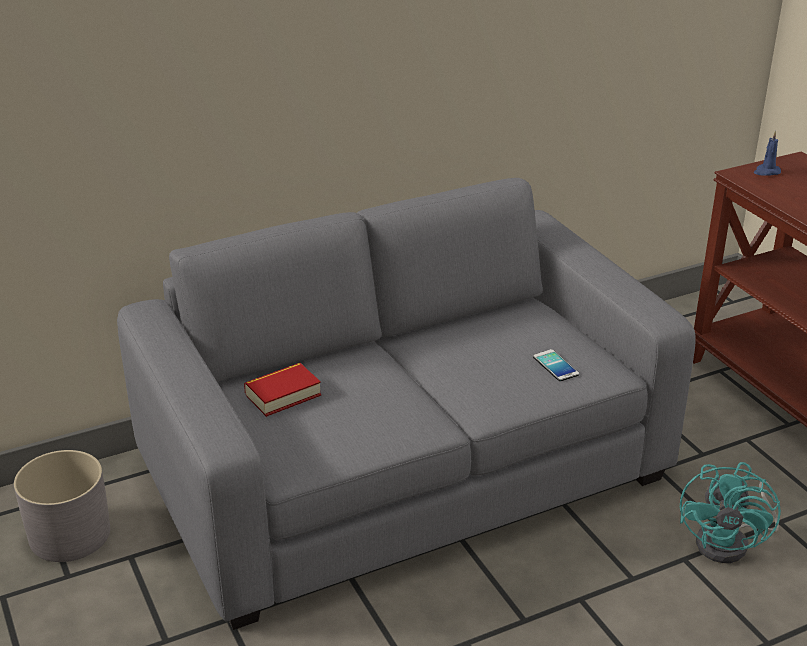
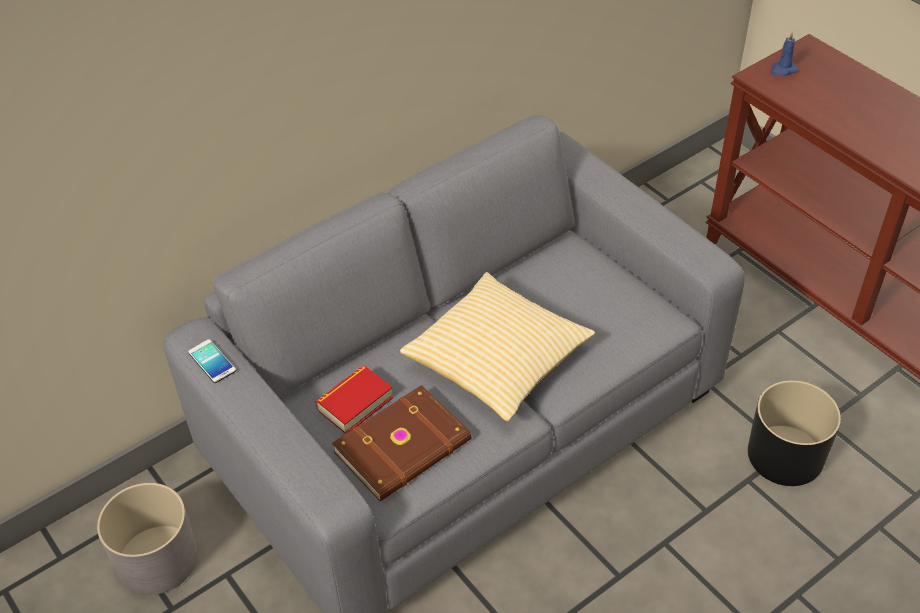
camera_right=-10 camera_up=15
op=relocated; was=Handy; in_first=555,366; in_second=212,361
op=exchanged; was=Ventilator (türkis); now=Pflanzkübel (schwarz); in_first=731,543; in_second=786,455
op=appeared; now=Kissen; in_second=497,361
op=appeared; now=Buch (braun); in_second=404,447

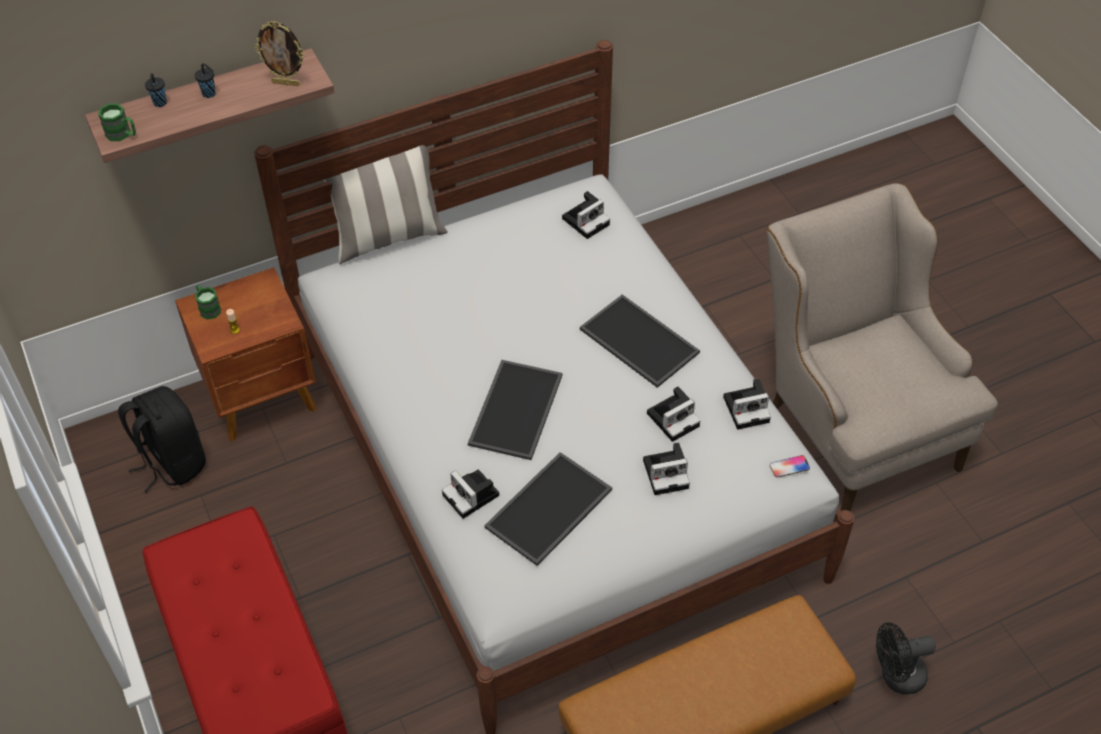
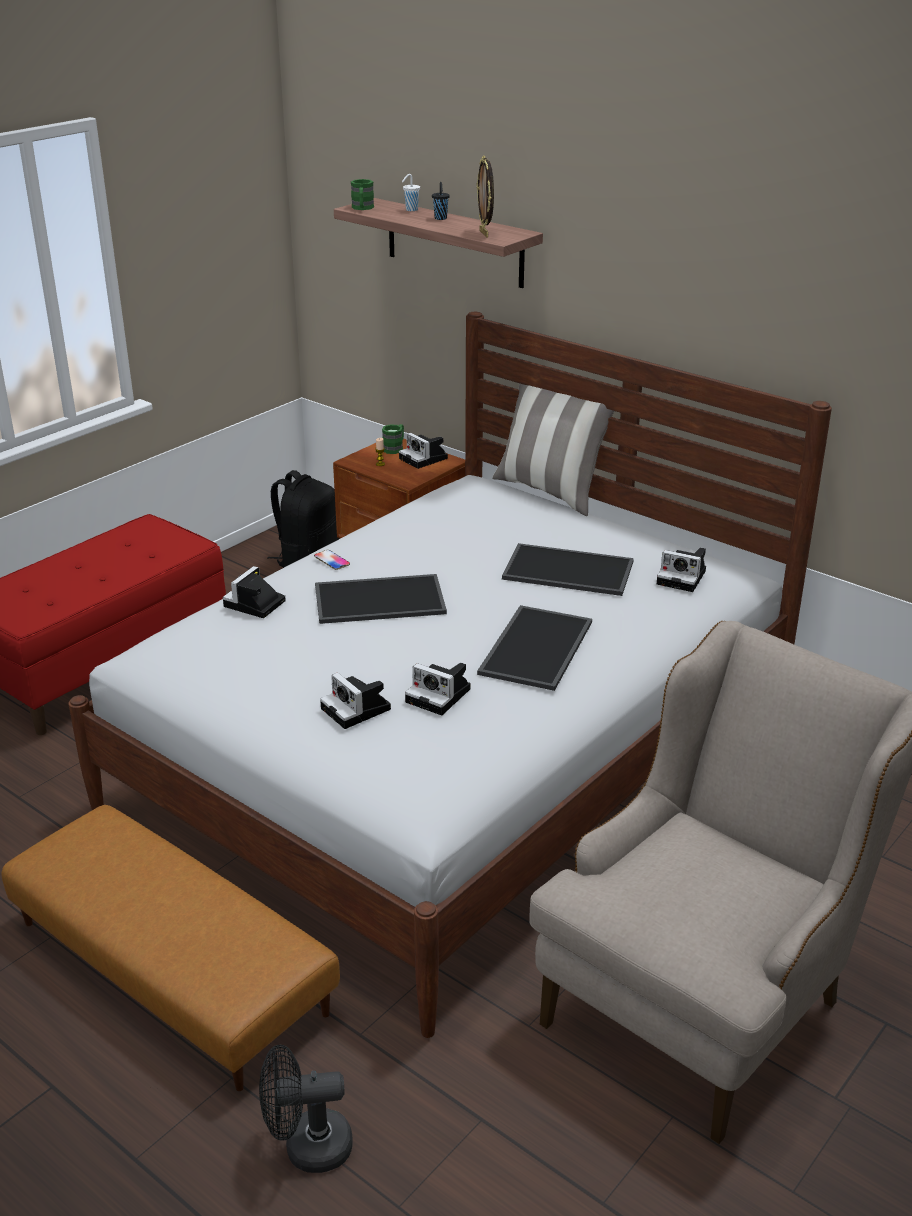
camera_right=65 camera_up=-20
op=colour; was=Tasse (schwarz); now=Tasse (weiß); in_first=160,103; in_second=411,210
op=relocated; was=Kamera; in_first=747,408; in_second=425,459
op=relocated; was=Tablett; in_first=549,510; in_second=566,571
op=relocated; was=Handy; in_first=789,467; in_second=332,560
op=spun; was=Ventilator (schwarz); in_first=896,677; in_second=307,1147; clockwise=-60

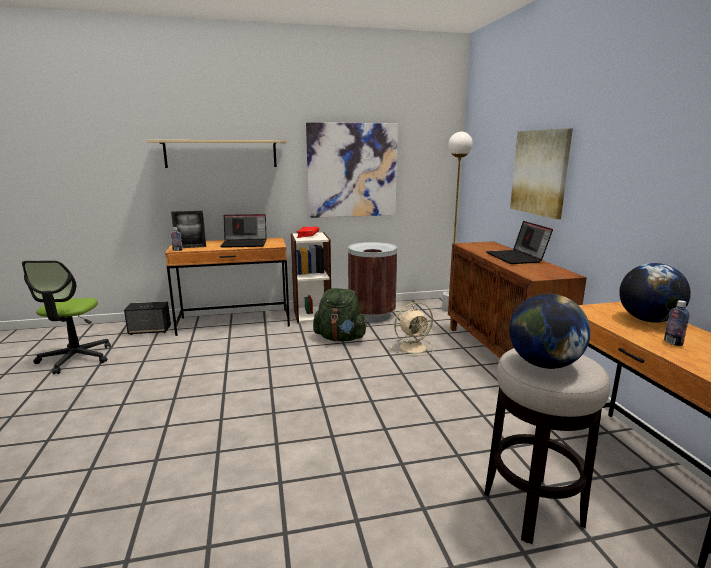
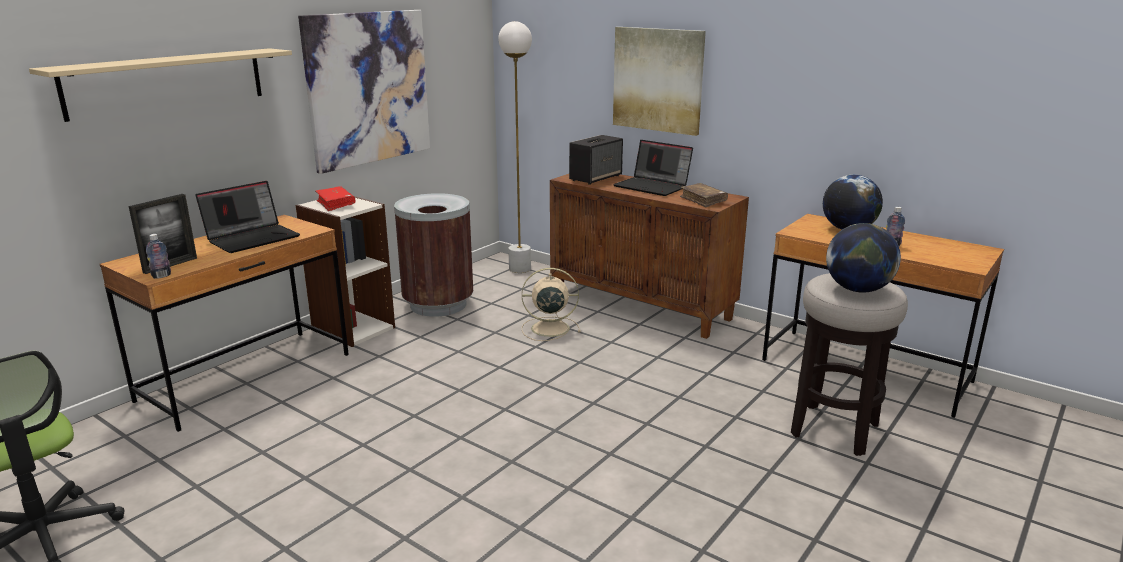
camera_right=-40 camera_up=5
op=missing; was=Rucksack (grün); in_first=340,338
op=relocated; was=Lautsprecher; in_first=150,330; in_second=596,178
op=spun; was=Ventilator (beige); in_first=414,347; in_second=548,328; clockwise=-120
op=appeared; now=Buch (braun); in_second=703,200

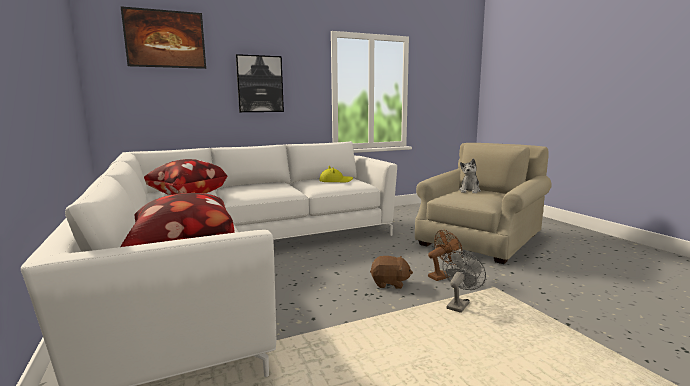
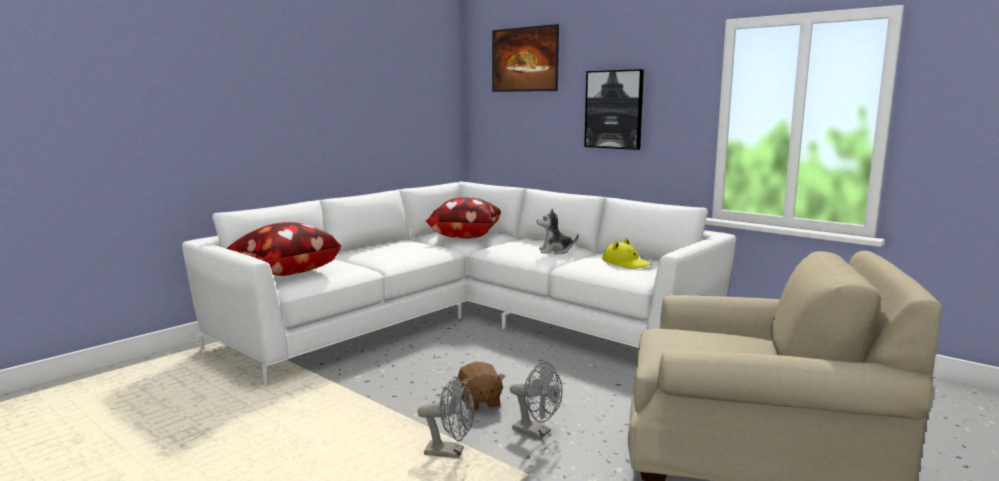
camera_right=65 camera_up=0
op=relocated; was=Plüschtier; in_first=470,191; in_second=555,251
op=colour; was=Ventilator (braun); now=Ventilator (grau); in_first=443,276; in_second=537,432

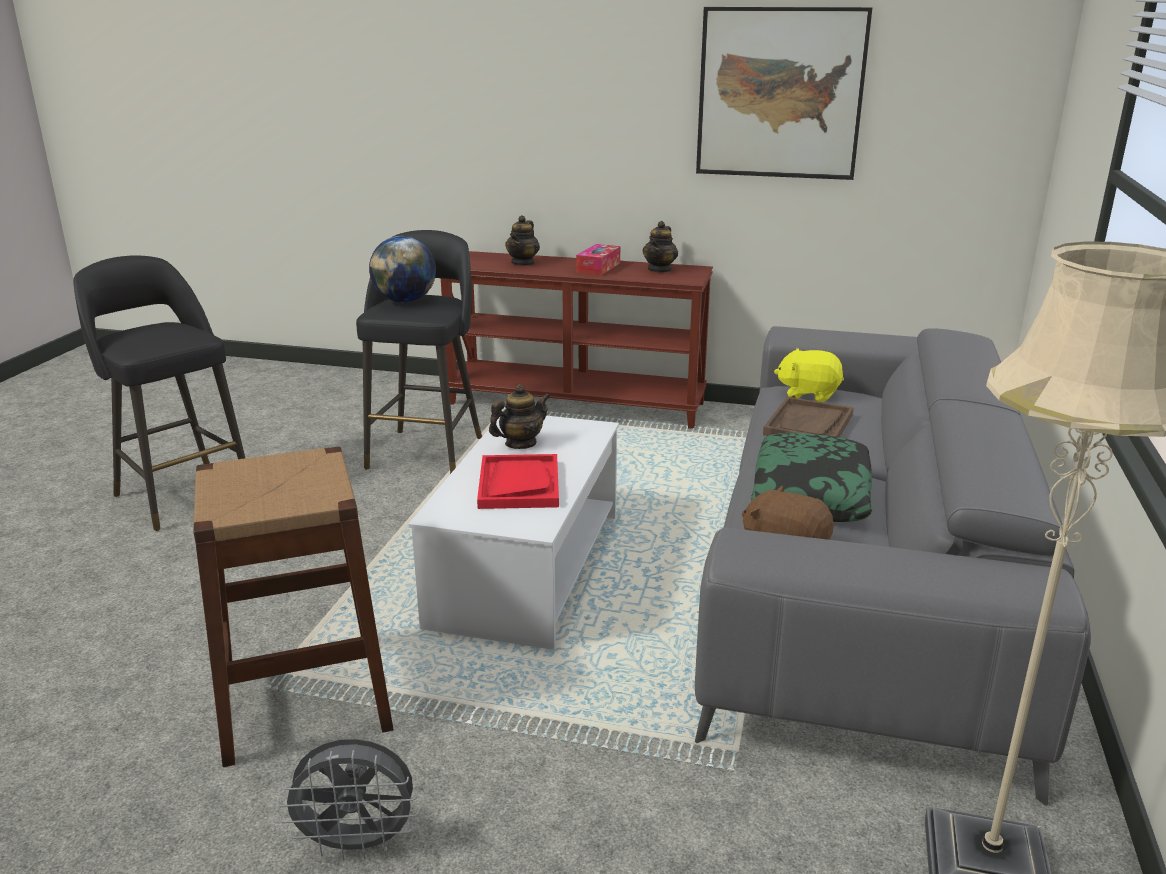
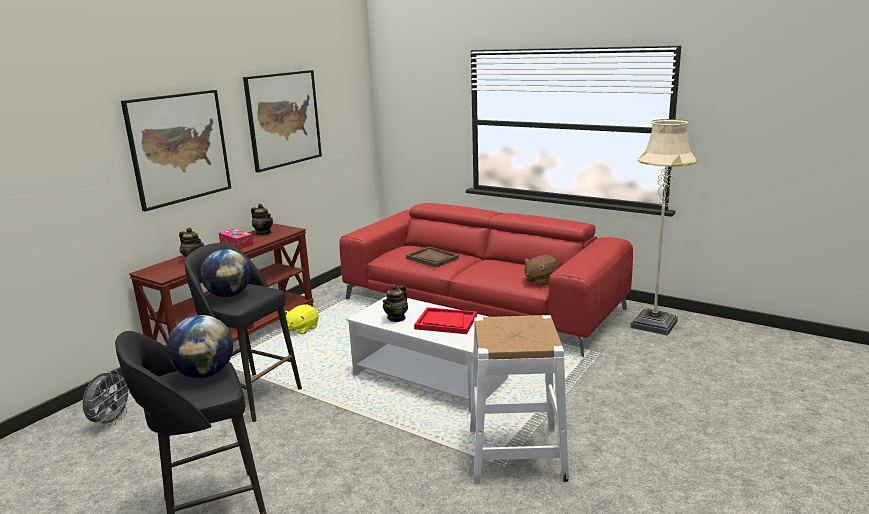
camera_right=-70 camera_up=-5
op=colour; was=Sofa (grau); now=Sofa (rot); in_first=863,570; in_second=481,304
op=relocated; was=Plüschtier (gelb); in_first=808,393; in_second=302,329
op=spun; was=Teekanne; in_first=520,444; in_second=396,318; clockwise=-135
op=missing; was=Kissen; in_first=811,492
op=colour; was=Hocker (braun); now=Hocker (weiß); in_first=304,696; in_second=516,453
op=relocated; was=Ventilator (grau); in_first=358,844; in_second=111,421
op=appeared; now=Bild; in_second=179,148
op=appeared; now=Globus; in_second=205,374

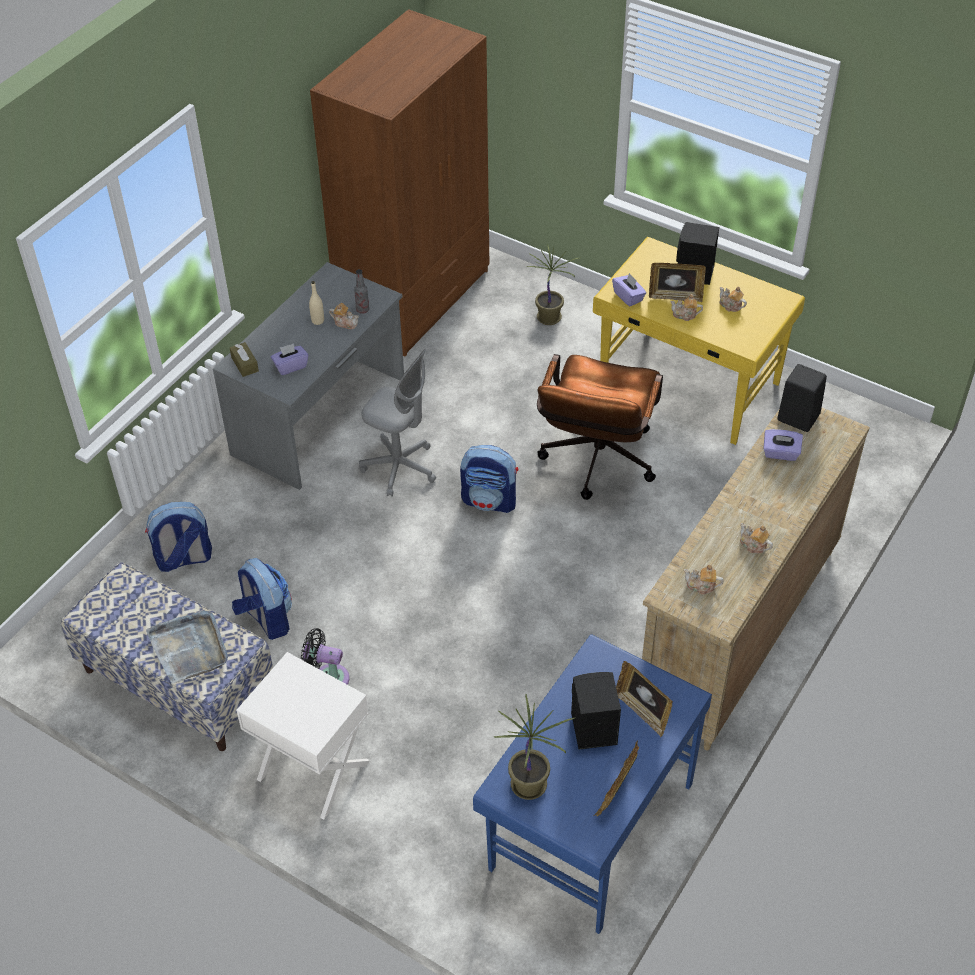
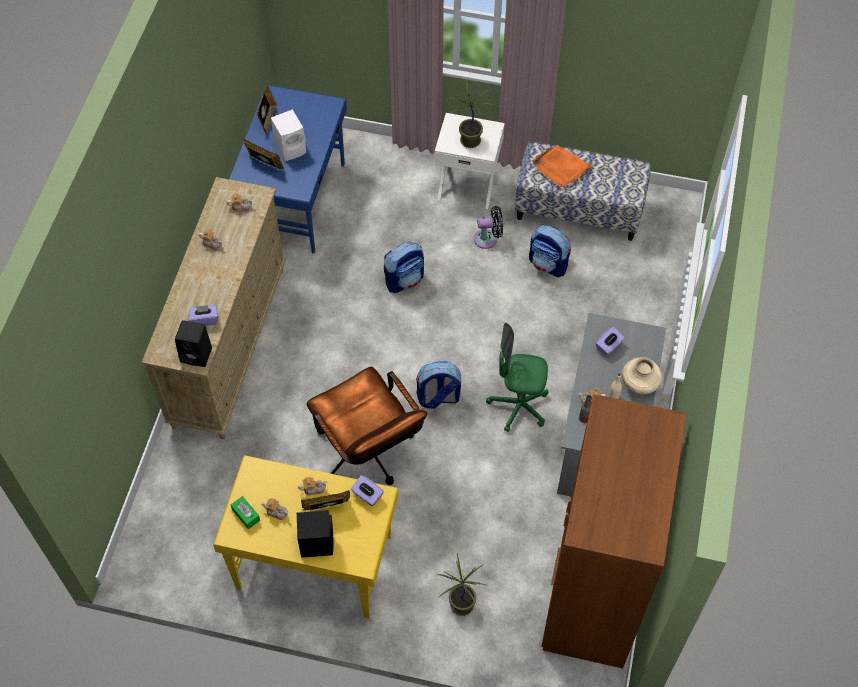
camera_right=160 camera_up=10
op=missing; was=Taschentuchbox (braun); in_first=245,364
op=colour; was=Bürostuhl (grau); now=Bürostuhl (grün); in_first=399,467; in_second=518,406
op=spun; was=Bürostuhl (braun); in_first=596,464; in_second=369,454; clockwise=150
op=relocated; was=Rucksack; in_first=183,559; in_second=405,280
op=colour; was=Tablett (grau); now=Tablett (orange); in_first=189,648; in_second=560,167
op=colour; was=Lautsprecher (schwarz); now=Lautsprecher (weiß); in_first=592,728; in_second=291,148
op=relocated; was=Topfpflanze; in_first=530,785; in_second=469,141
op=appeared; now=Vase (beige); in_second=640,384
op=appeared; now=Taschentuchbox (grün); in_second=246,515

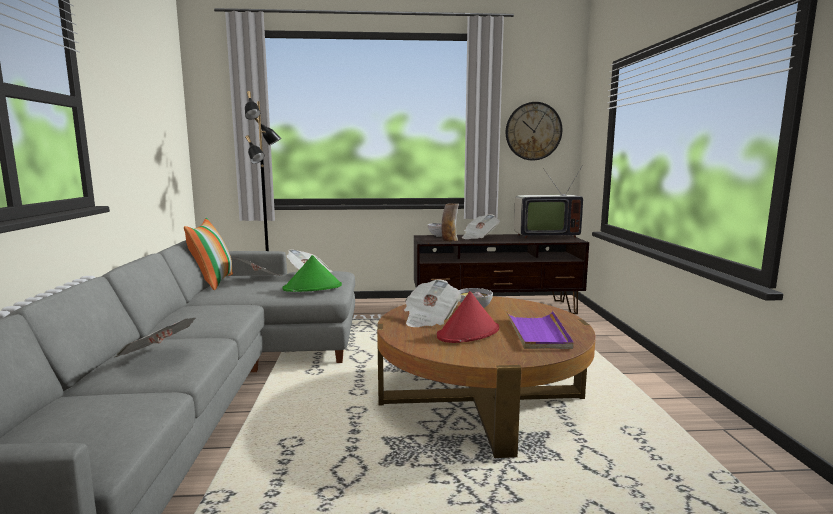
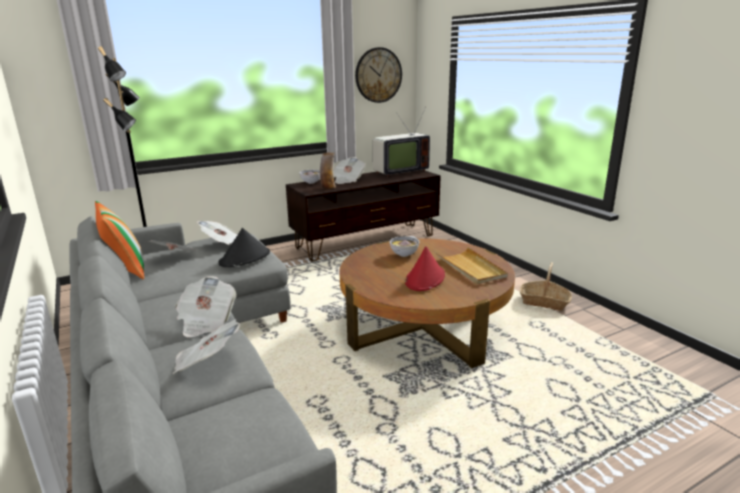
camera_right=-25 camera_up=10
op=colour; was=Hut (grün); now=Hut (schwarz); in_first=313,287; in_second=245,258
op=relocated; was=Zeitung; in_first=429,319; in_second=206,321
op=colour; was=Tablett (lila); now=Tablett (beige); in_first=538,333; in_second=471,268
op=appeared; now=Korb; in_second=544,302

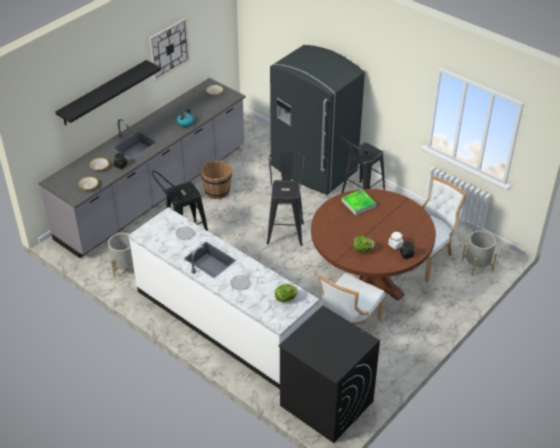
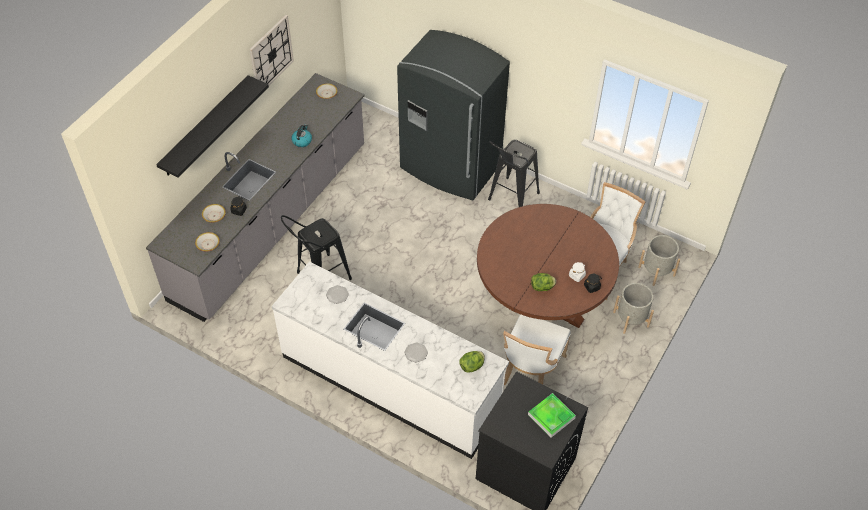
camera_right=-10 camera_up=10
op=missing; was=Hocker (schwarz); in_first=285,230
op=missing; was=Eimer (braun); in_first=217,191
op=relocated; was=Tablett; in_first=358,203; in_second=551,416
op=relocated; was=Pflanzkübel (grau); in_first=125,267; in_second=631,319

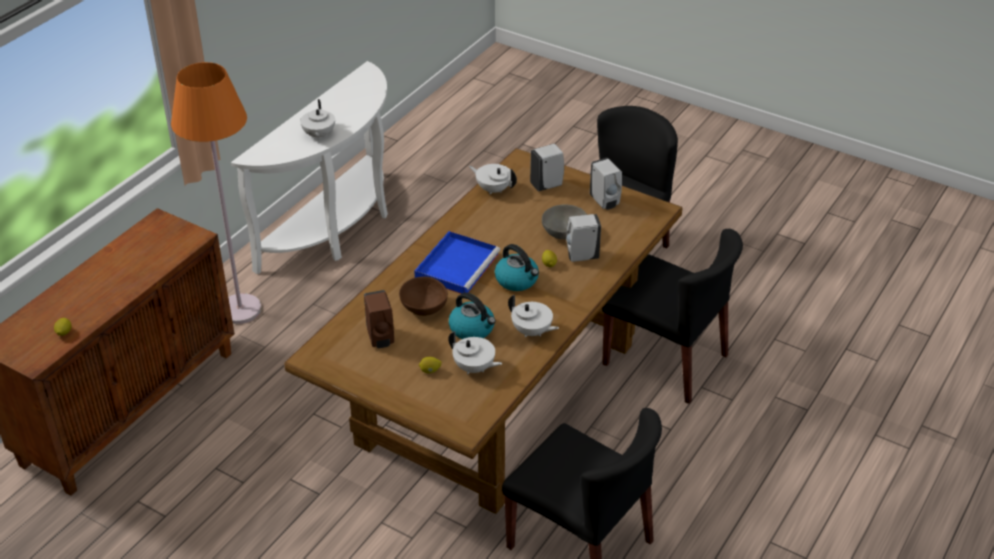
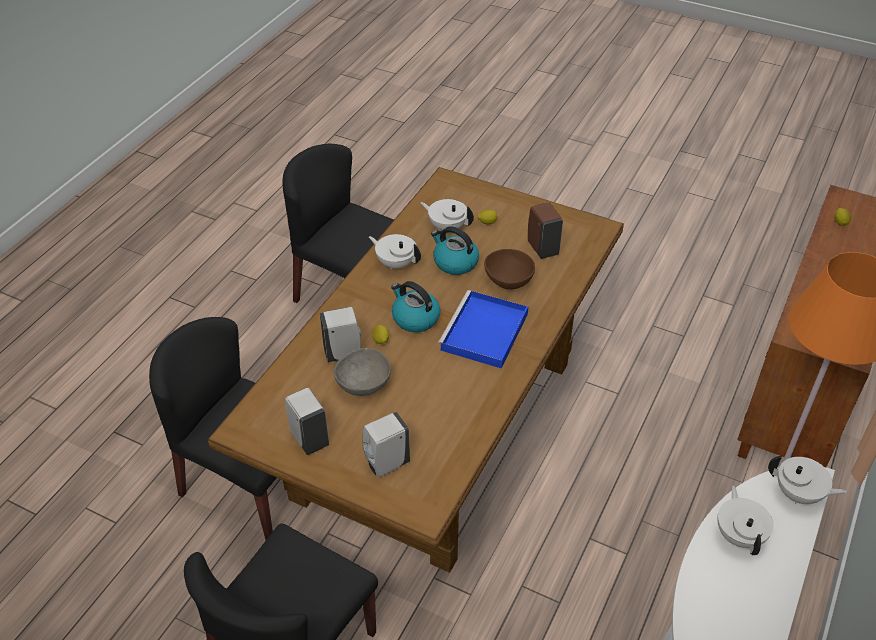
camera_right=175 camera_up=5
op=relocated; was=Teekanne (weiß); in_first=493,189; in_second=799,494

